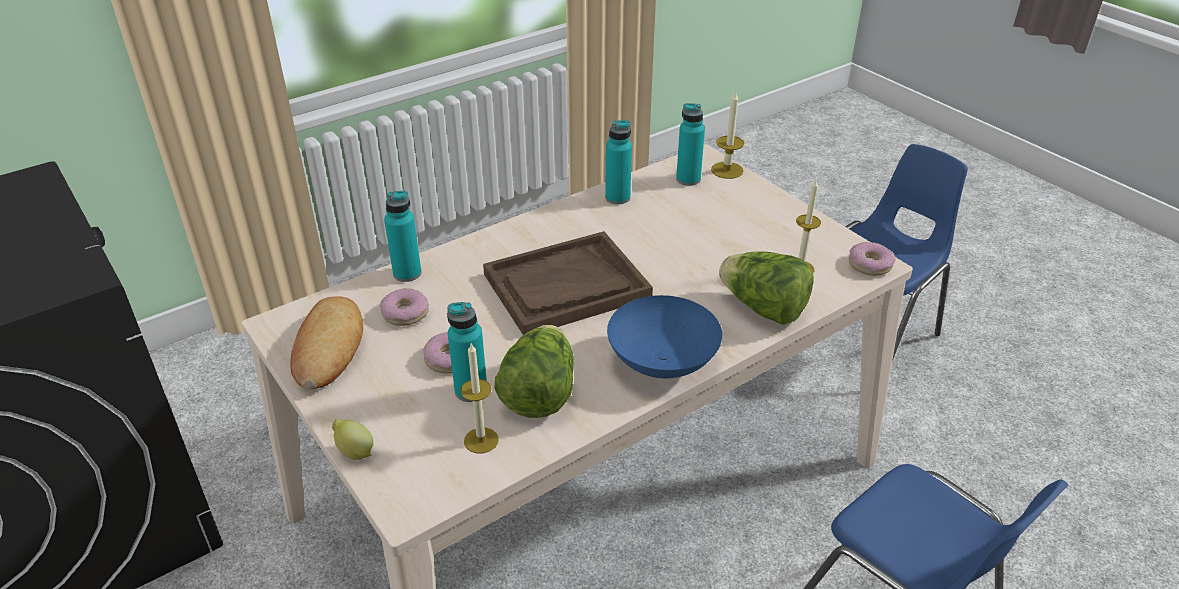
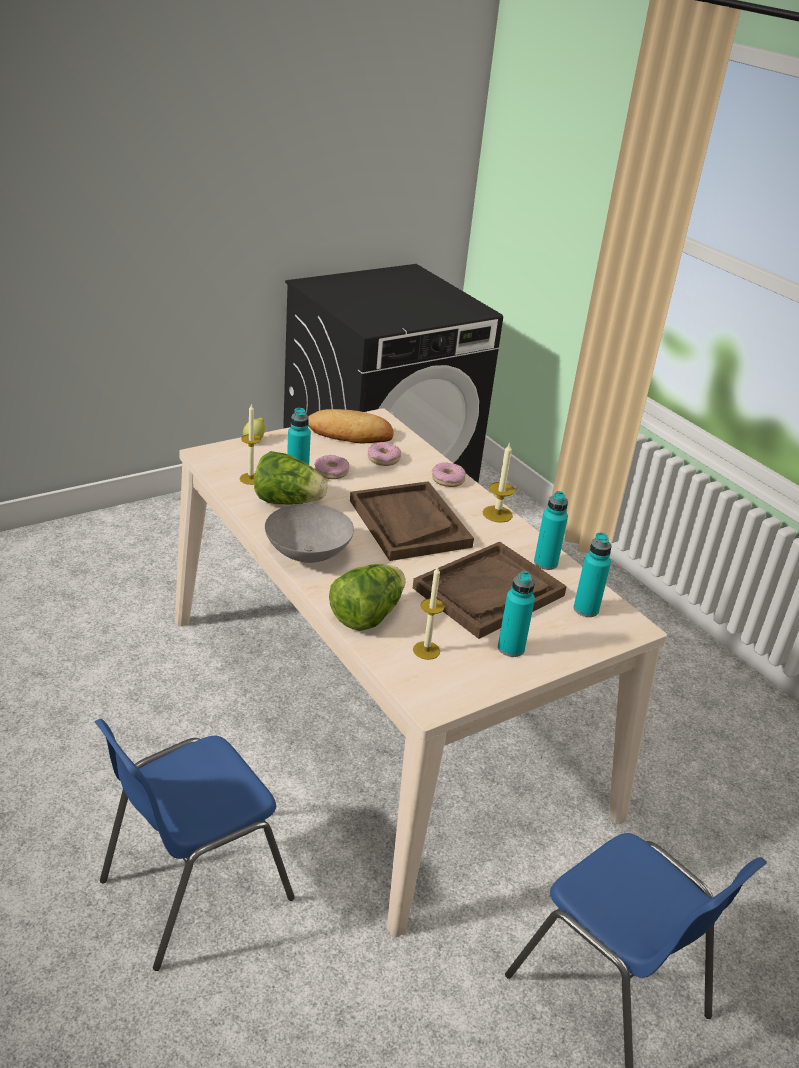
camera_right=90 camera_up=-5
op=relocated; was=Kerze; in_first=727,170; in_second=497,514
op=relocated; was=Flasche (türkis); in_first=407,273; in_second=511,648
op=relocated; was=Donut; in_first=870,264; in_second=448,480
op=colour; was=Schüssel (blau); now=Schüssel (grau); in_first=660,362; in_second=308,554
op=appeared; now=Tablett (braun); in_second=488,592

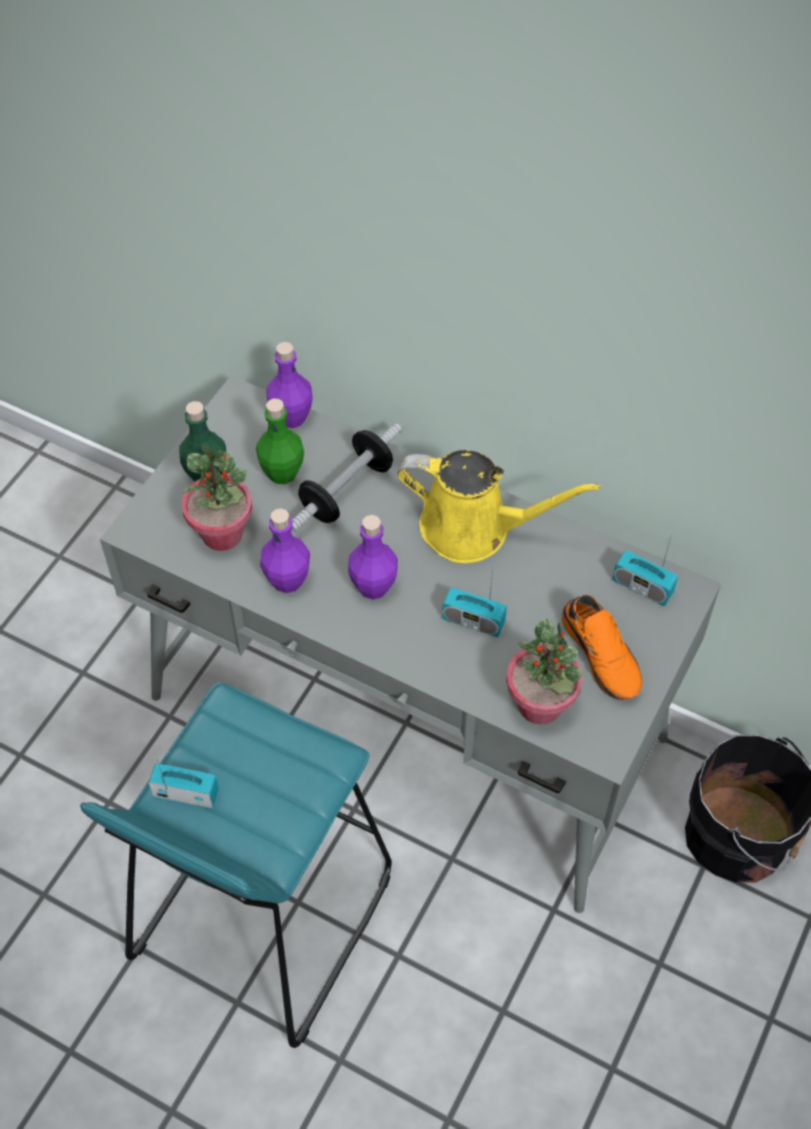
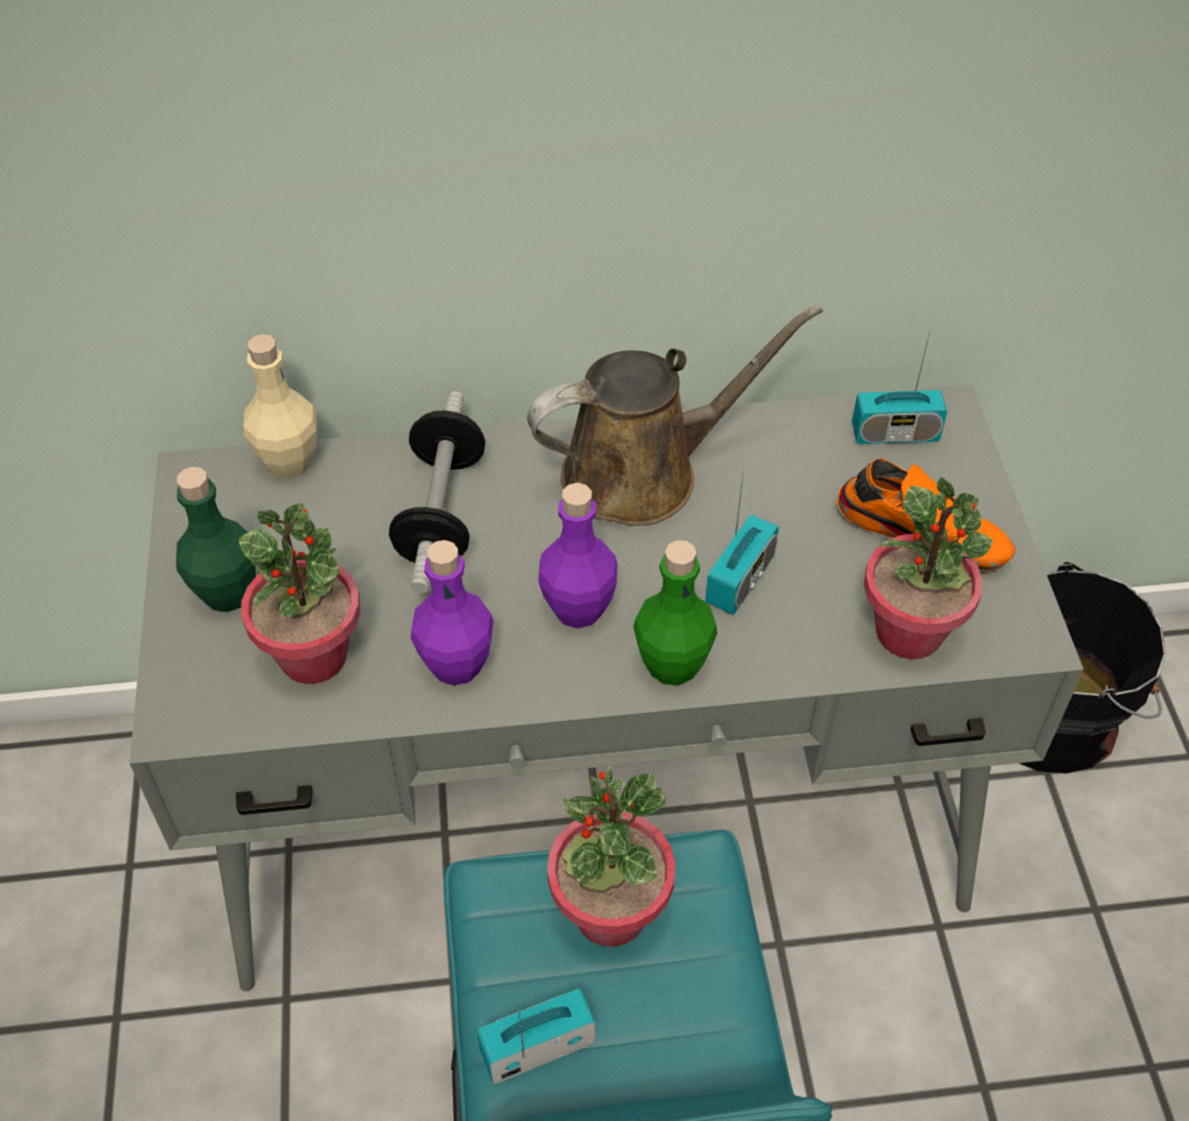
camera_right=-35 camera_up=-5
op=colour; was=Flasche (lila); now=Flasche (beige); in_first=291,417; in_second=289,462
op=relocated; was=Flasche (grün); in_first=282,473; in_second=672,665
op=colour; was=Gießkanne (gelb); now=Gießkanne (braun); in_first=474,529; in_second=643,473
op=spun; was=Radio; in_first=473,621; in_second=740,580; clockwise=-45
op=appeared; now=Topfpflanze; in_second=609,912

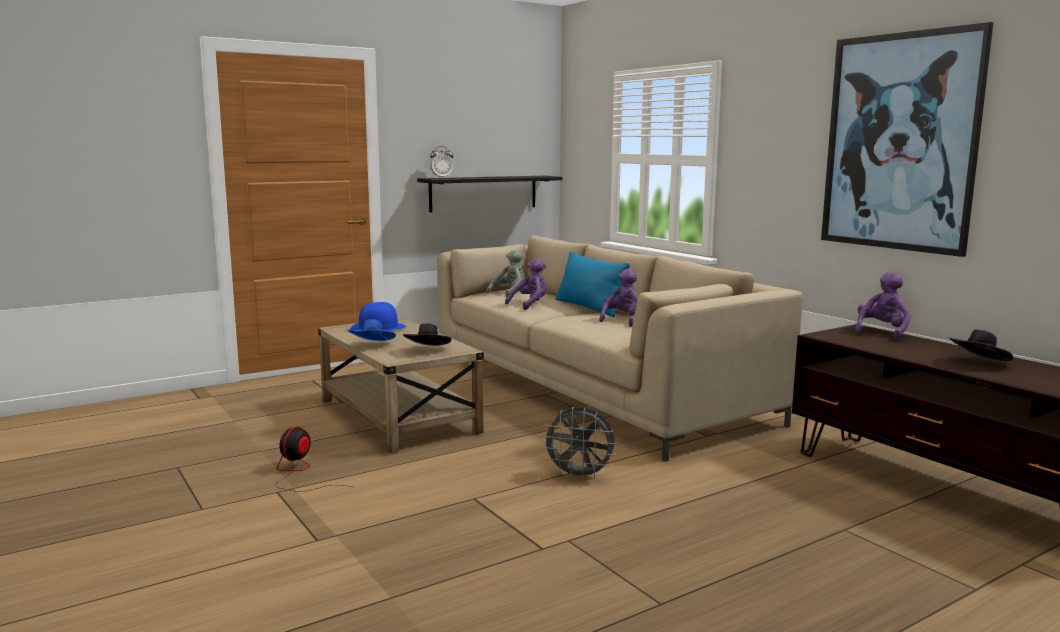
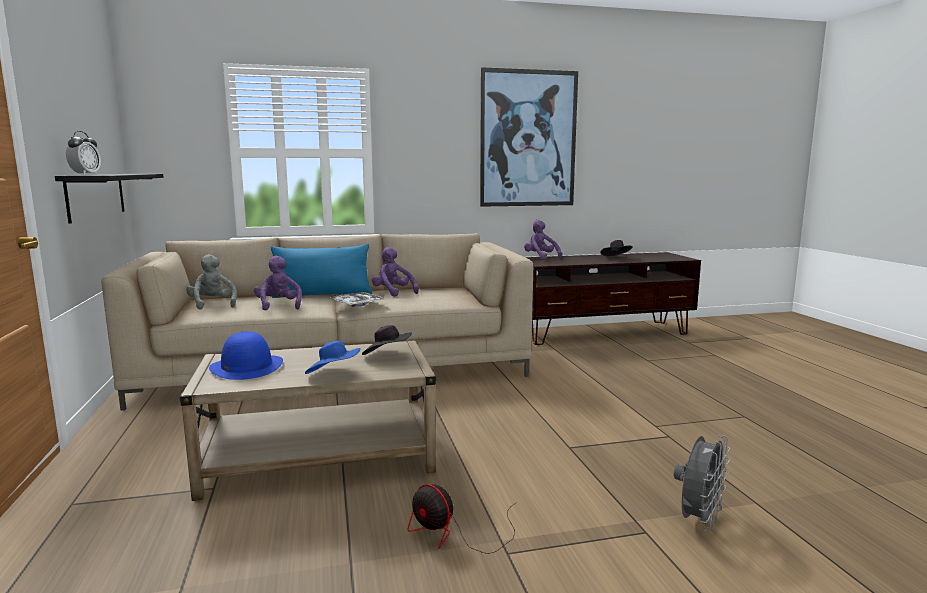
camera_right=-70 camera_up=0
op=relocated; was=Ventilator (grau); in_first=579,476; in_second=699,521
op=appeared; now=Tablett; in_second=357,304

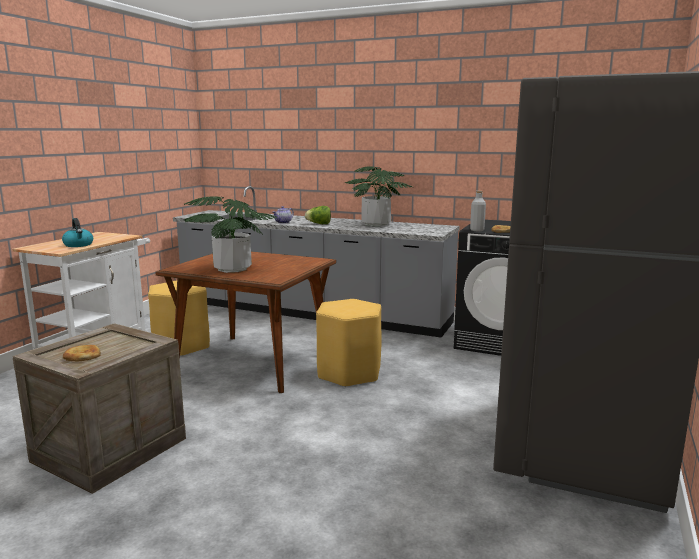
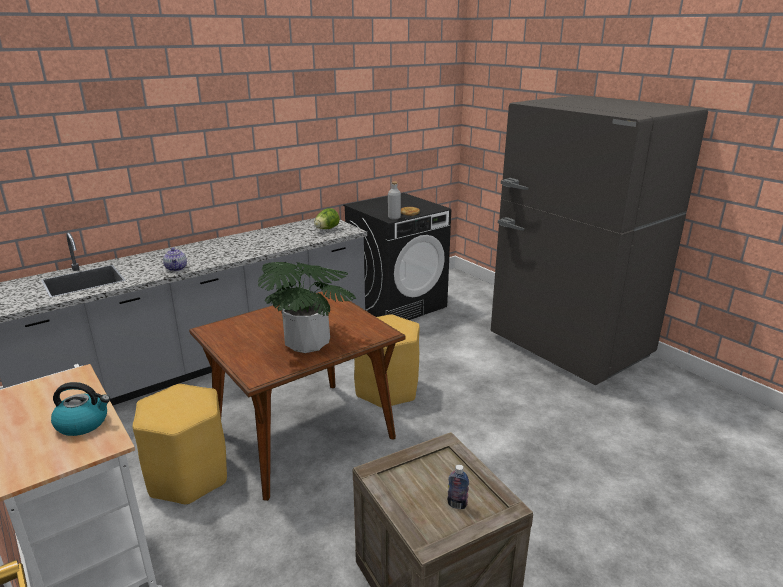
camera_right=-60 camera_up=10
op=missing; was=Topfpflanze; in_first=376,224
op=relocated; was=Salatkopf; in_first=319,224; in_second=326,229
op=exchanged; was=Brot; now=Flasche; in_first=82,356; in_second=457,504

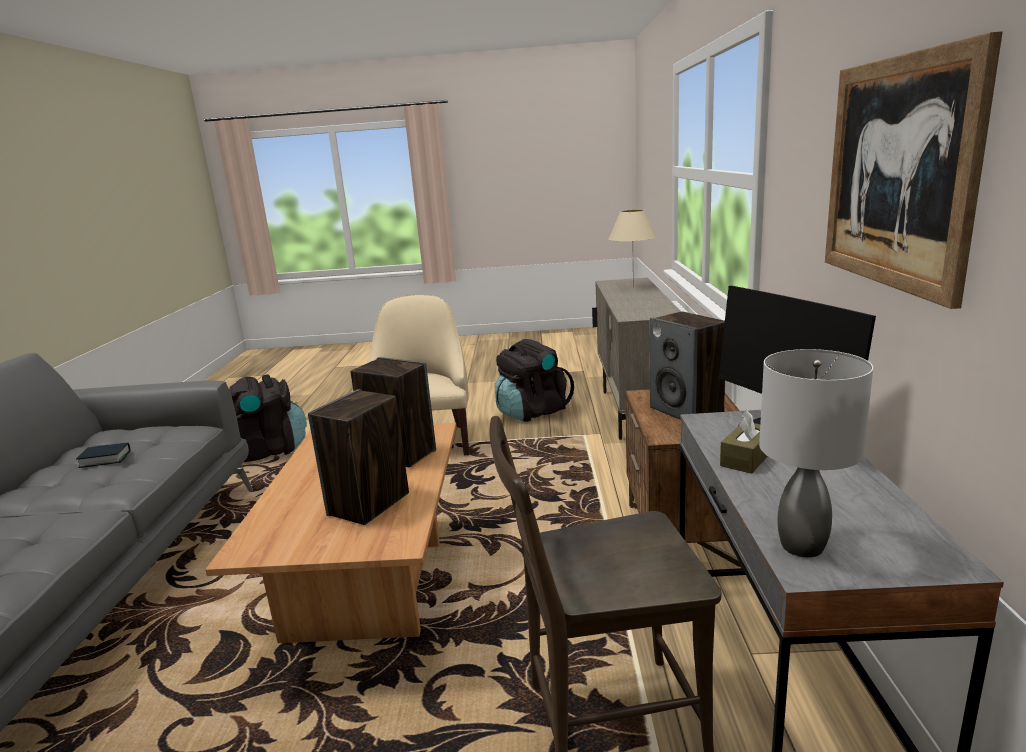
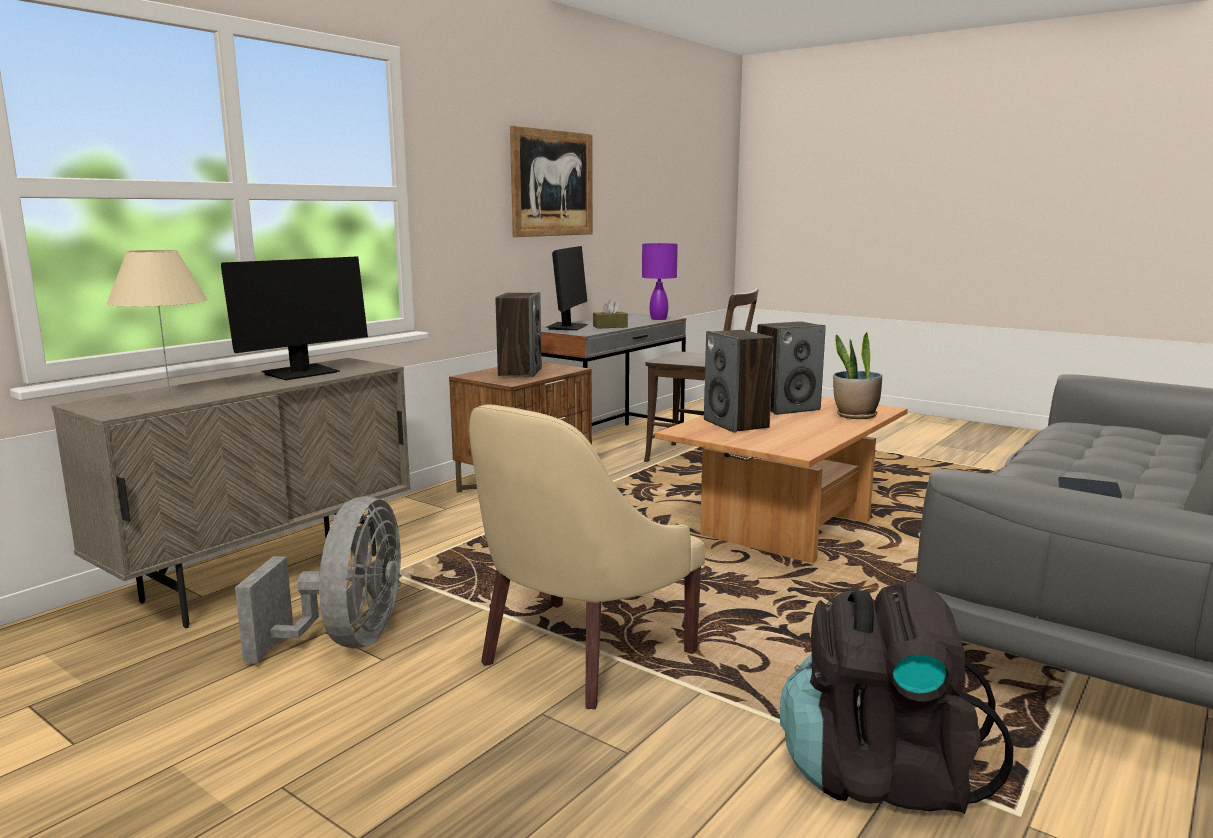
camera_right=-145 camera_up=-5
op=exchanged; was=Rucksack (schwarz); now=Ventilator (grau); in_first=532,412; in_second=347,641
op=colour; was=Tischlampe (grau); now=Tischlampe (lila); in_first=800,546; in_second=659,319
op=appeared; now=Monitor; in_second=301,373
op=appeared; now=Topfpflanze; in_second=855,416

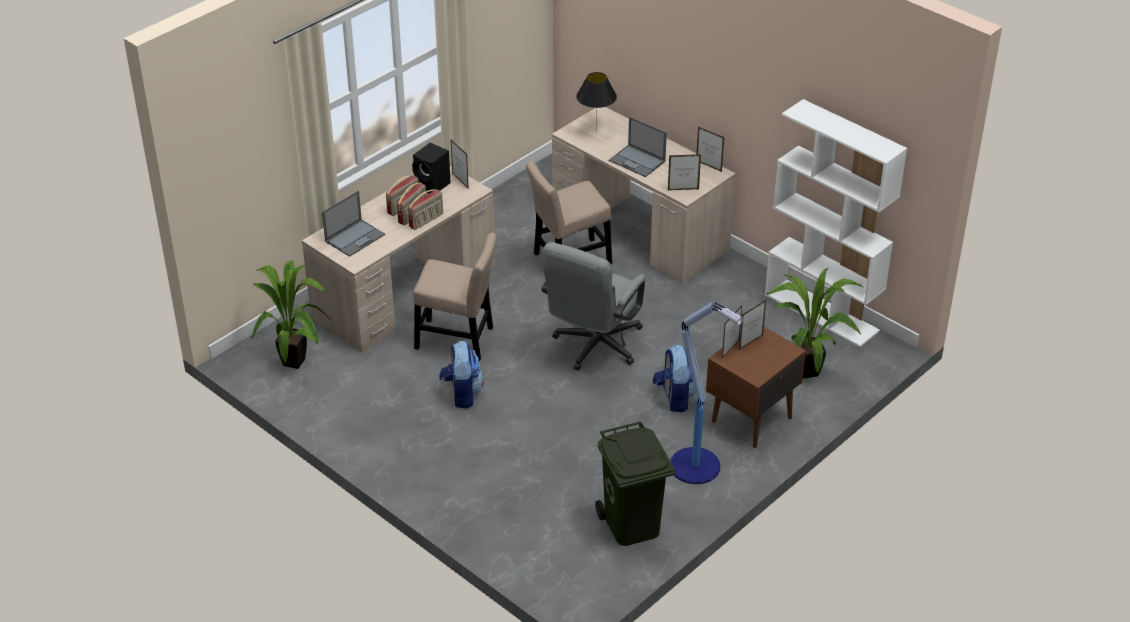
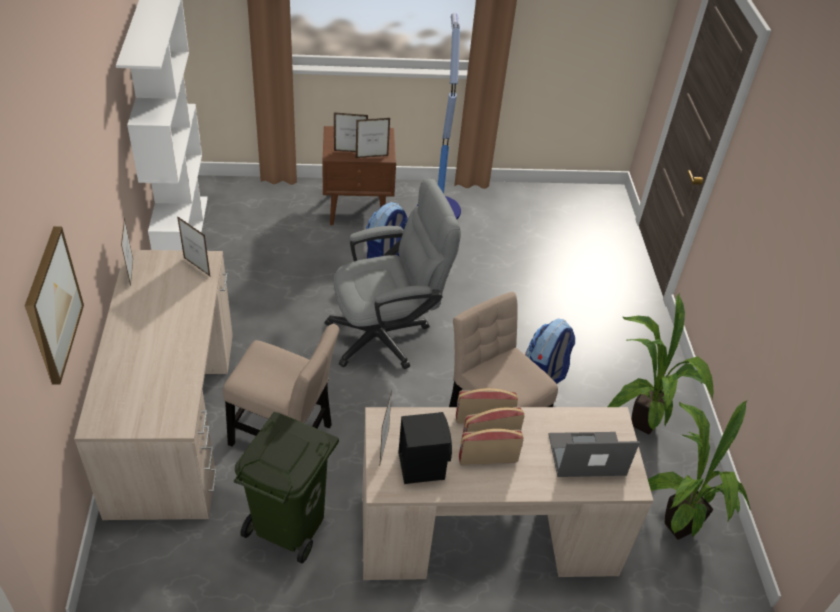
camera_right=-140 camera_up=5
op=missing; was=Tischlampe (schwarz); in_first=596,132
op=missing; was=Laptop; in_first=637,161
op=relocated; was=Topfpflanze; in_first=806,369; in_second=641,428
op=relocated; was=Mülleimer (grün); in_first=631,525; in_second=291,525
op=appeared; now=Bild; in_second=52,305

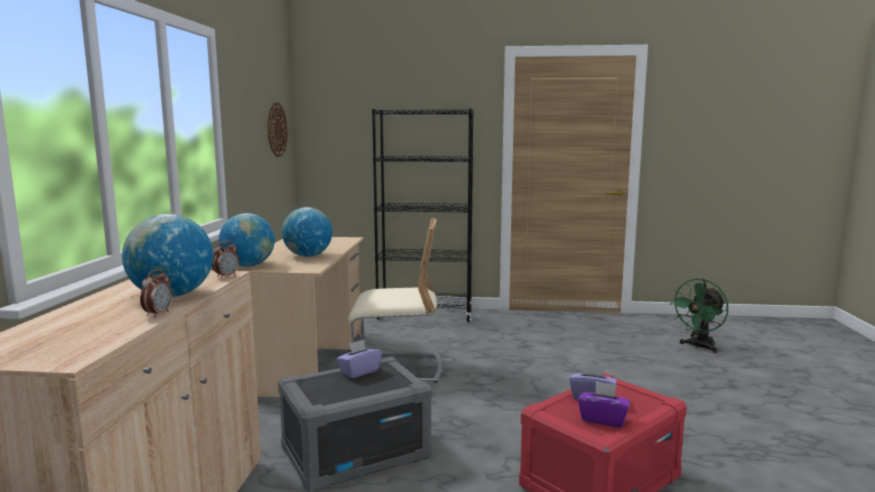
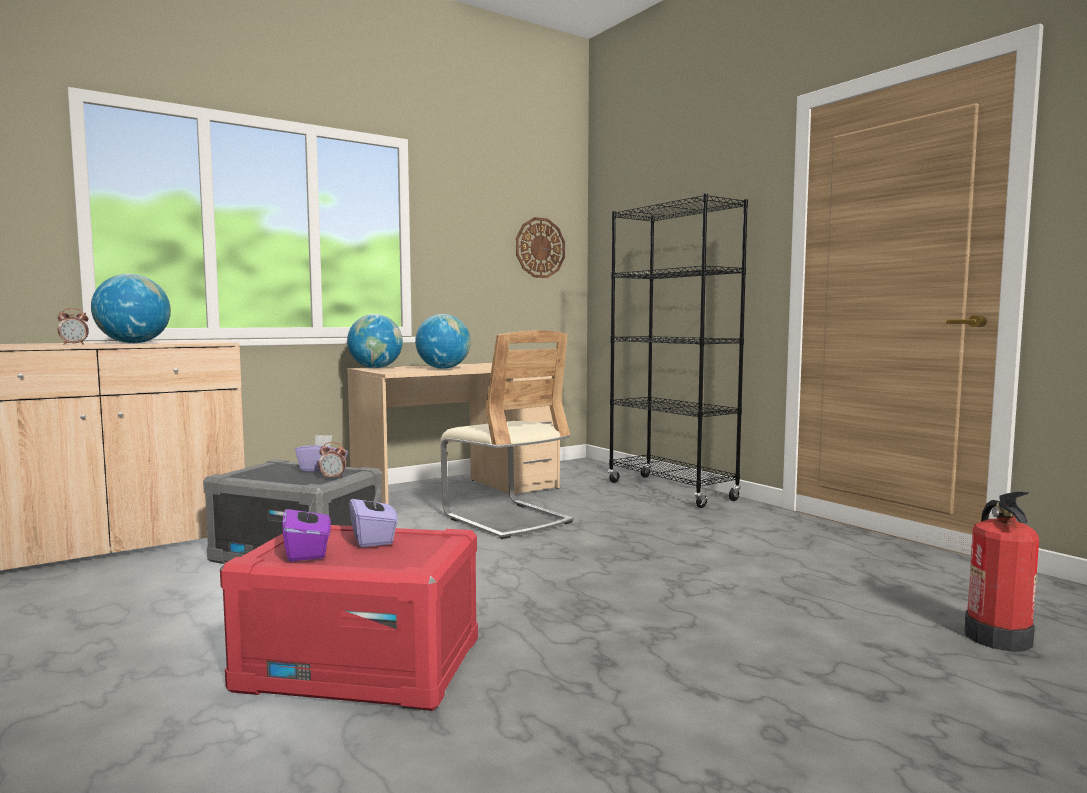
camera_right=50 camera_up=-5
op=relocated; was=Wecker; in_first=226,276; in_second=333,478
op=exchanged; was=Ventilator (grün); now=Feuerlöscher; in_first=699,347; in_second=997,637

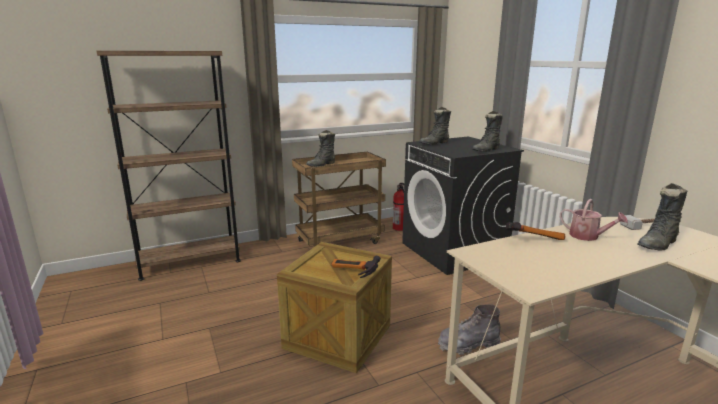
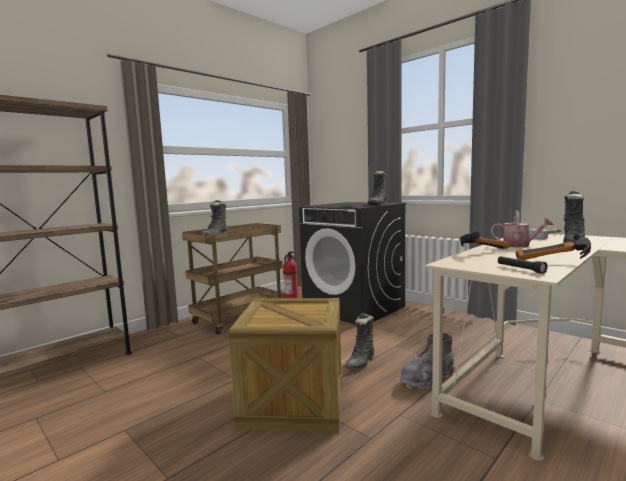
camera_right=-20 camera_up=-10
op=relocated; was=Stiefel (schwarz); in_first=435,143; in_second=361,362
op=relocated; was=Hammer; in_first=352,274; in_second=553,262
op=appeared; now=Taschenlampe (schwarz); in_second=520,269

